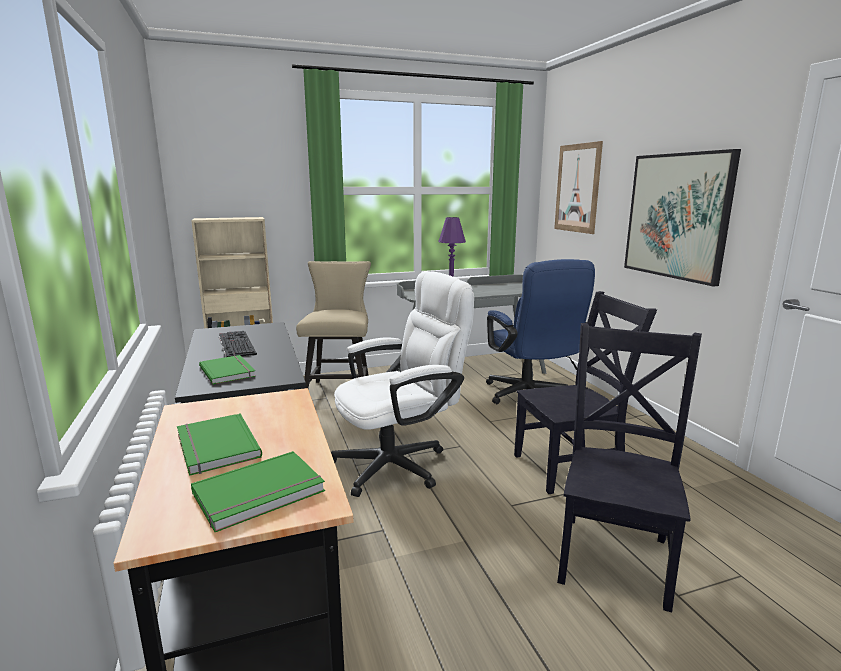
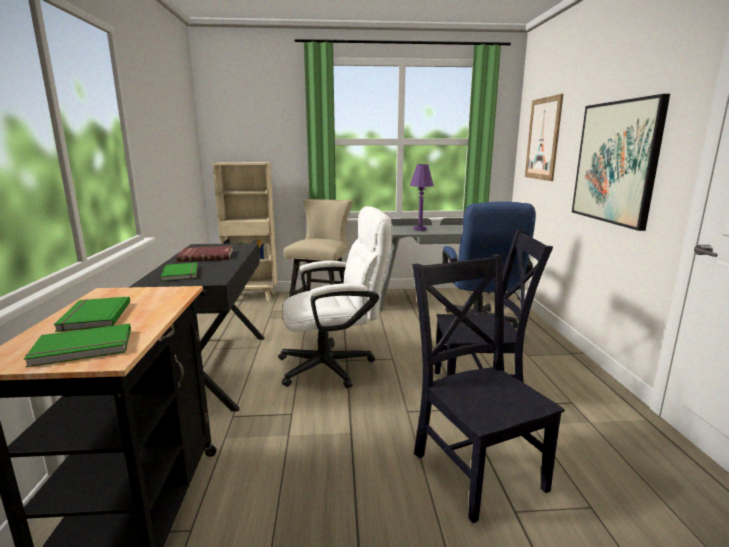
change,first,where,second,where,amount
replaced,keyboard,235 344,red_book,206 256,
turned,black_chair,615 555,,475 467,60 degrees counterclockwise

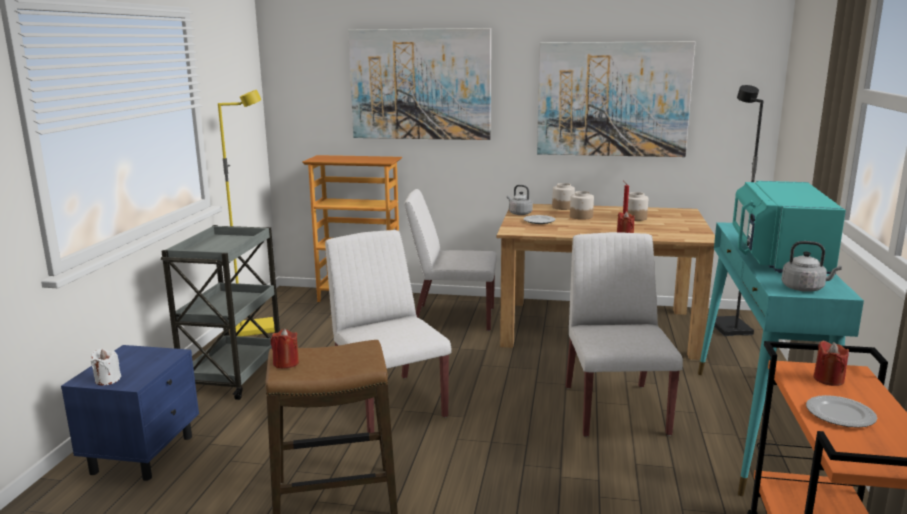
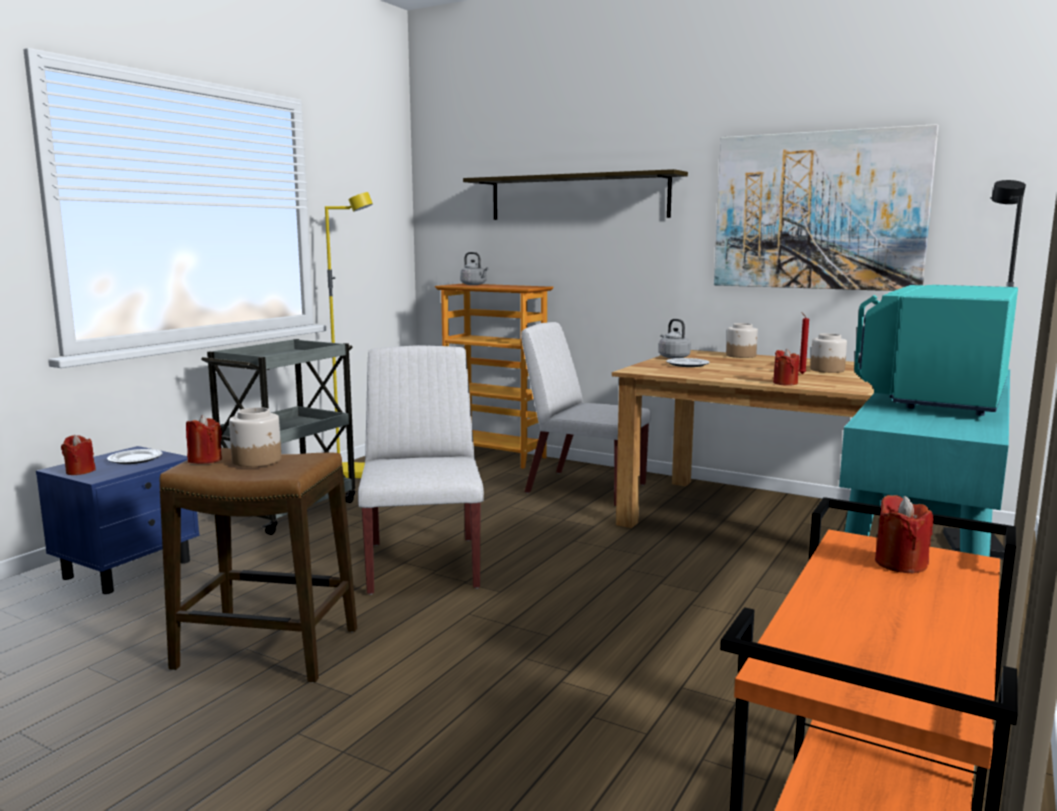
change,first,where,second,where,amount
recoloured,white_candle,107 380,red_candle,80 471,
replaced,picture,420 84,shelf,577 197,
removed,white_chair,614 409,,,
moved,jar,581 216,,257 460,
moved,grey_kettle,805 288,,474 284,
moved,plate,839 415,,134 459,

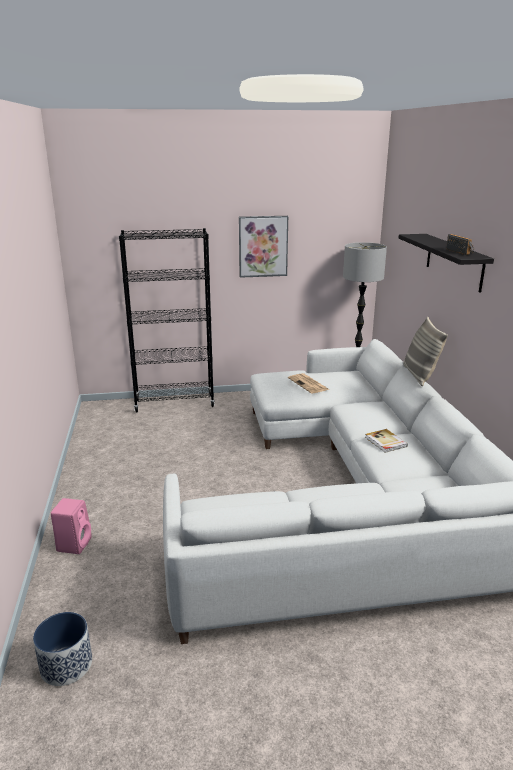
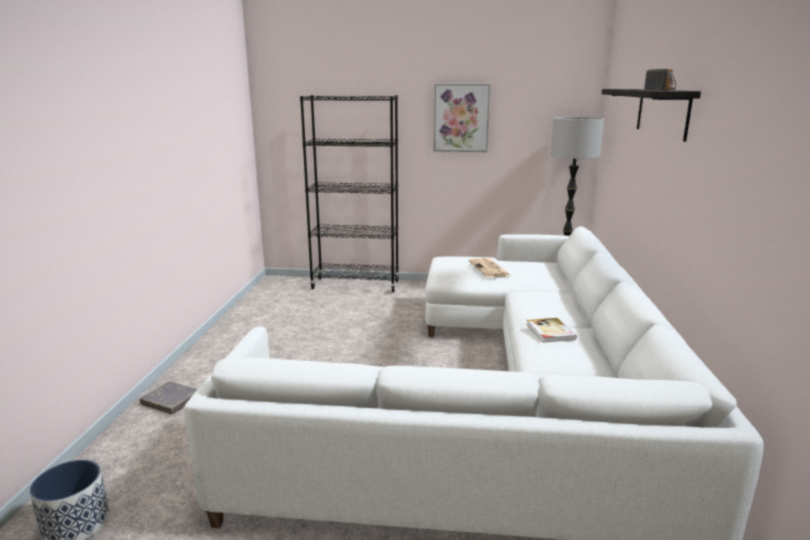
change,first,where,second,where,amount
replaced,pink_speaker,74 543,grey_book,171 400,
removed,pillow,419 376,,,

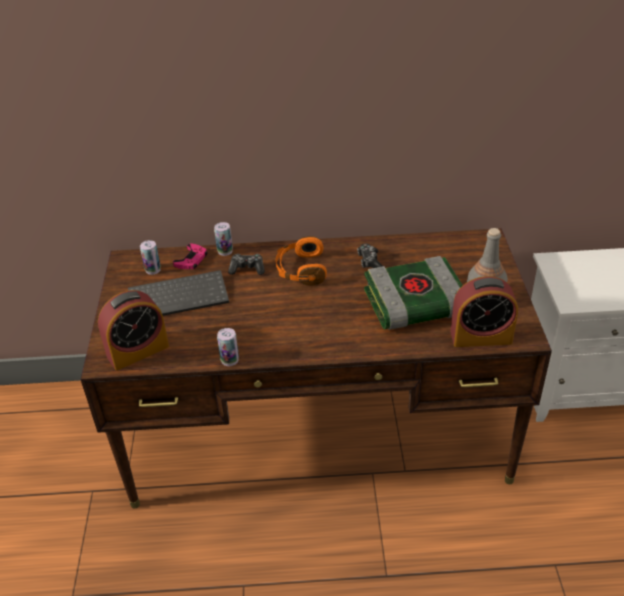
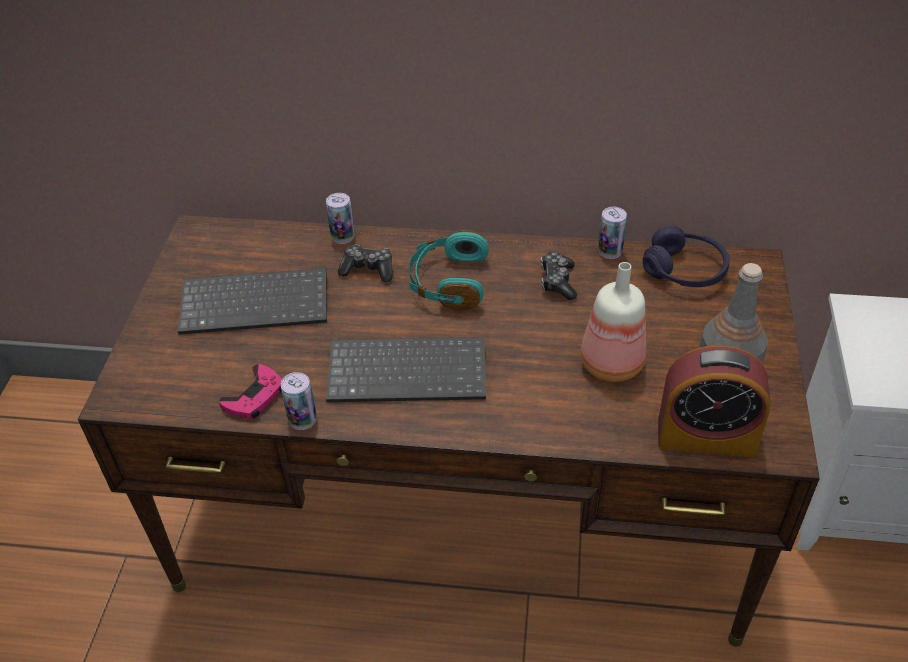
change,first,where,second,where,amount
removed,alarm_clock,138 351,,,
moved,can,153 270,,610 251,
moved,pink_game_controller,191 260,,255 397,
recoloured,orange_headphones,300 270,turquoise_headphones,448 282,
replaced,book,414 305,bottle,610 365,
added,,,keyboard,409 370,
added,,,purple_headphones,684 270,

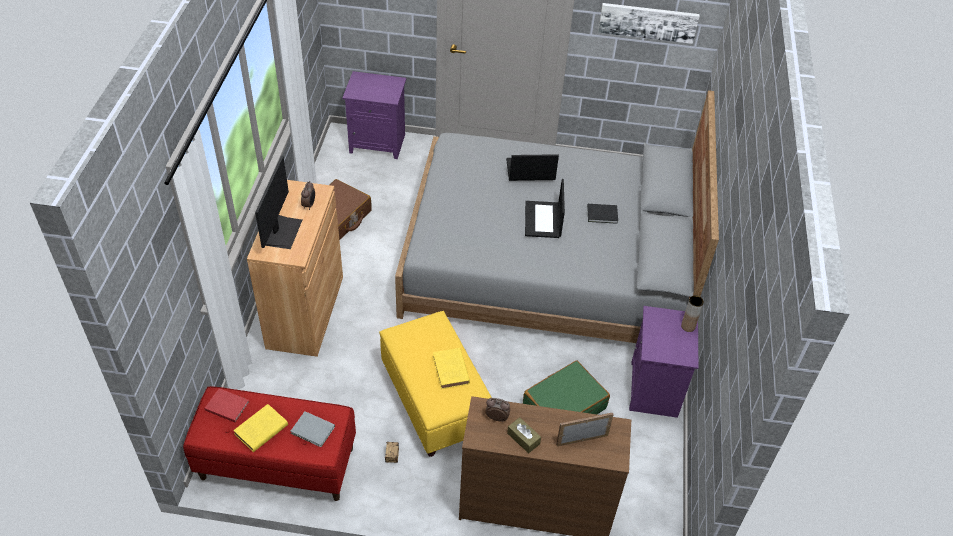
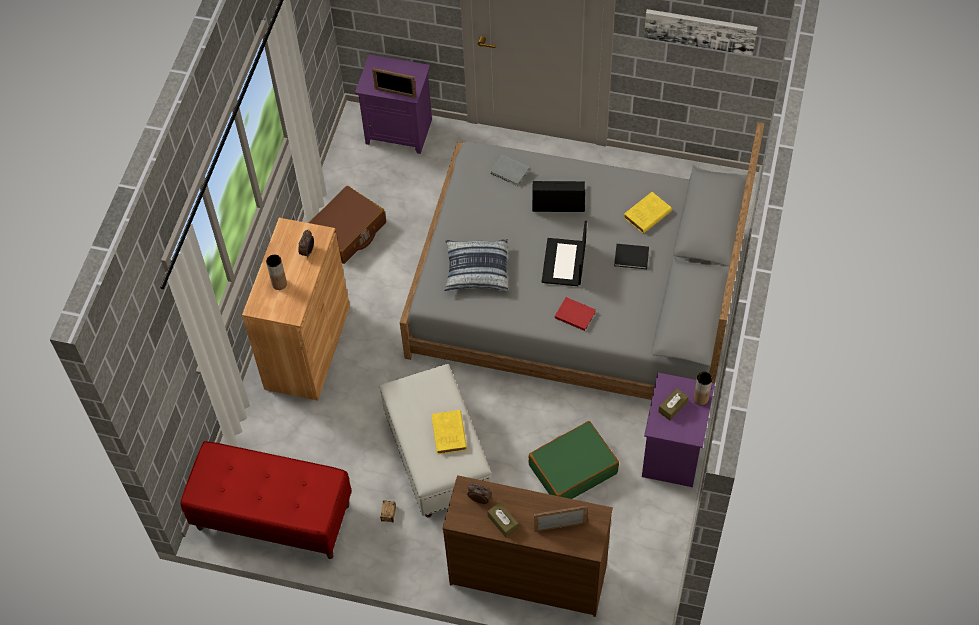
change,first,where,second,where,amount
moved,red_book,226 405,,574 314,
moved,yellow_book,260 430,,646 215,
replaced,monitor,283 232,brown_vase,279 284,
moved,grey_book,313 431,,510 172,
recoloured,yellow_ottoman,434 400,white_ottoman,437 456,
added,,,picture_frame,395 93,
added,,,pillow,476 270,
added,,,brown_tissue_box,672 407,

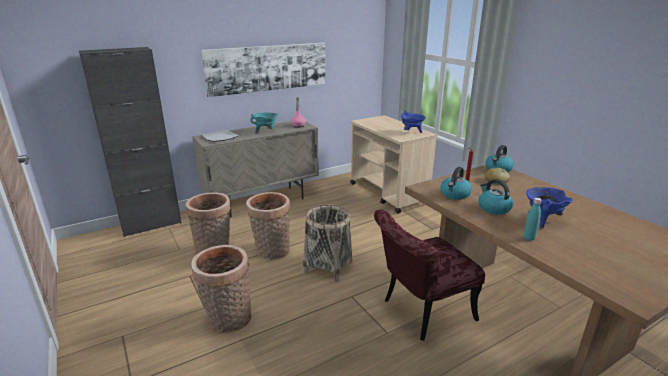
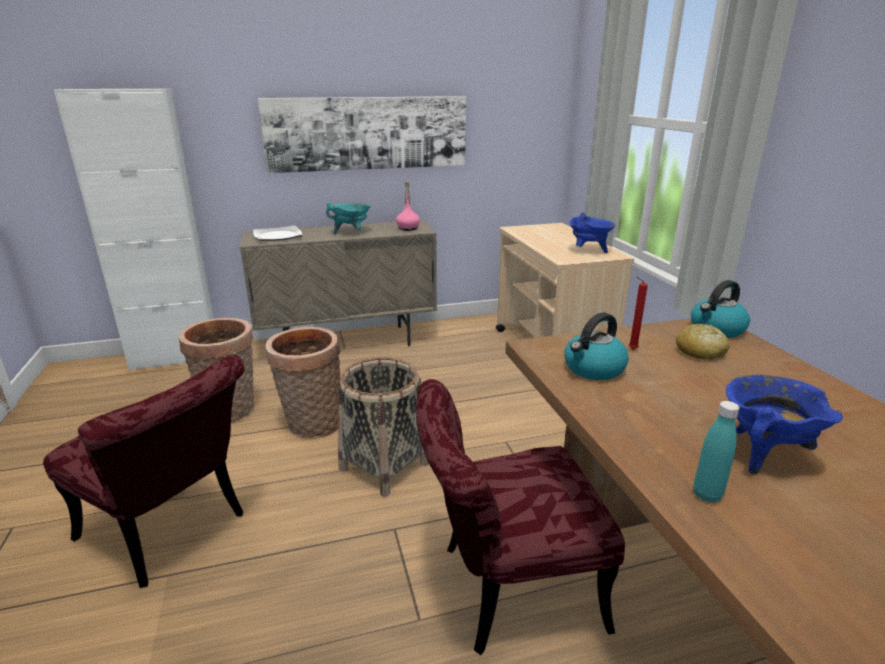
change,first,where,second,where,amount
recoloured,black_cabinet,151 224,white_cabinet,176 357,
replaced,basket,227 320,red_chair,173 532,
removed,kettle,493 208,,,

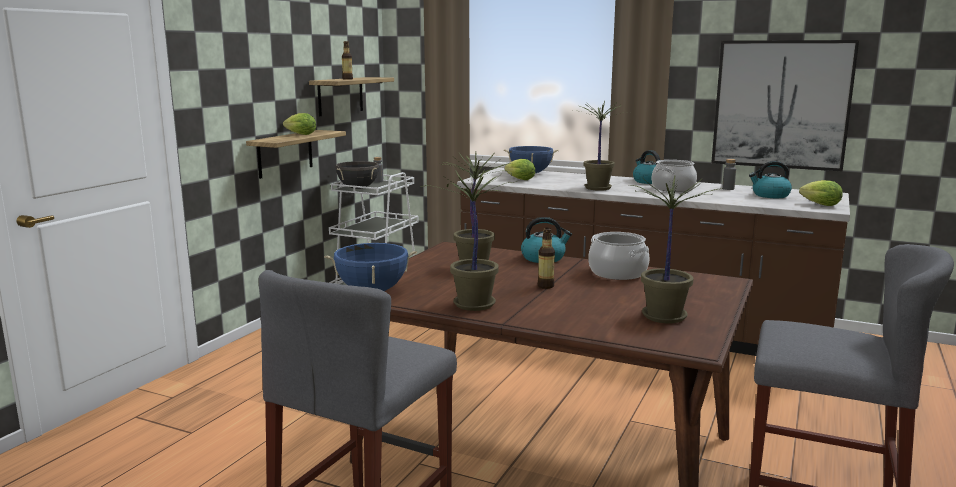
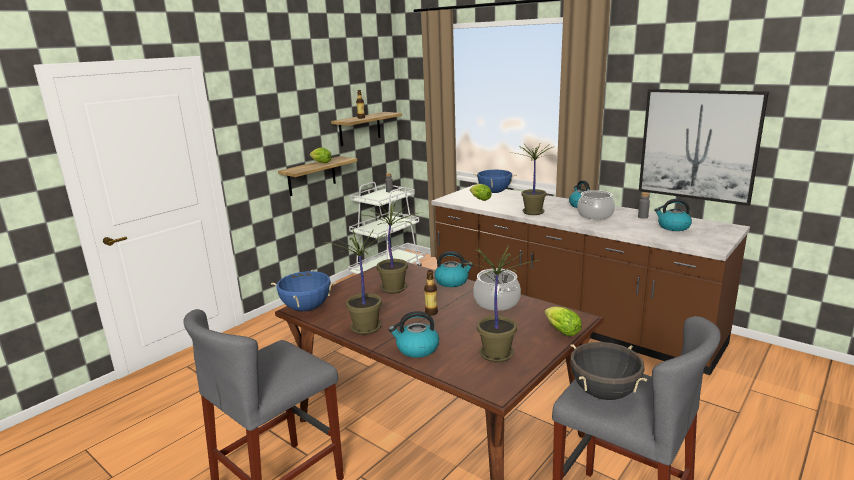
change,first,where,second,where,amount
moved,black_cooking_pot,358 188,,604 393,
moved,lettuce,818 204,,560 331,
added,,,kettle,416 349,

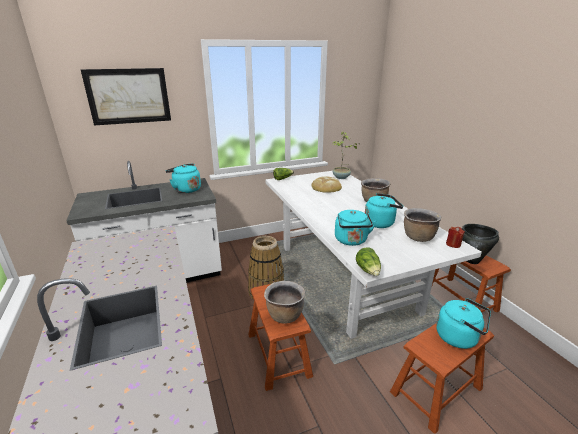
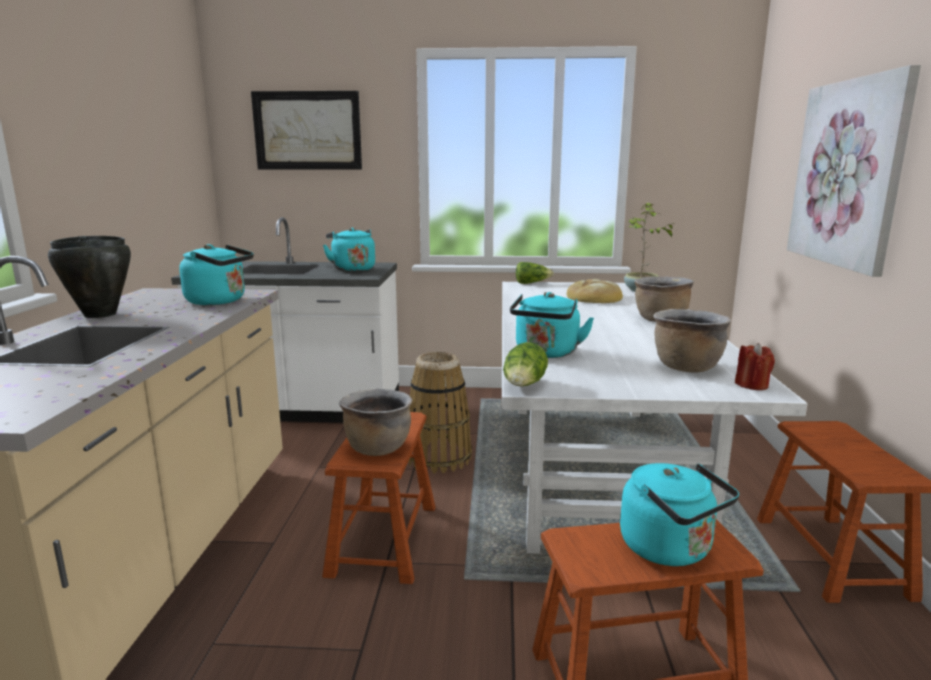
change,first,where,second,where,amount
moved,turquoise_kettle,380 223,,220 301,
moved,black_cooking_pot,472 260,,99 315,
added,,,picture,847 173,

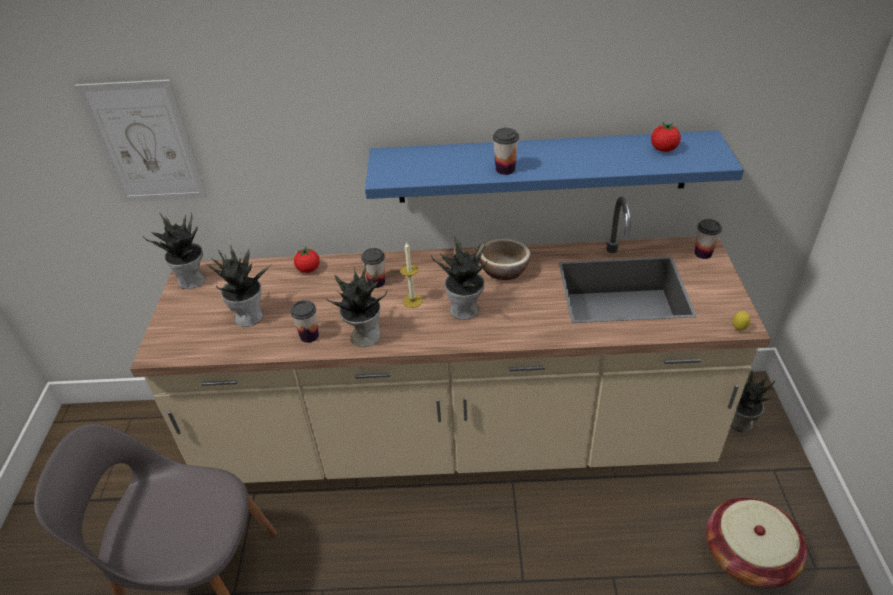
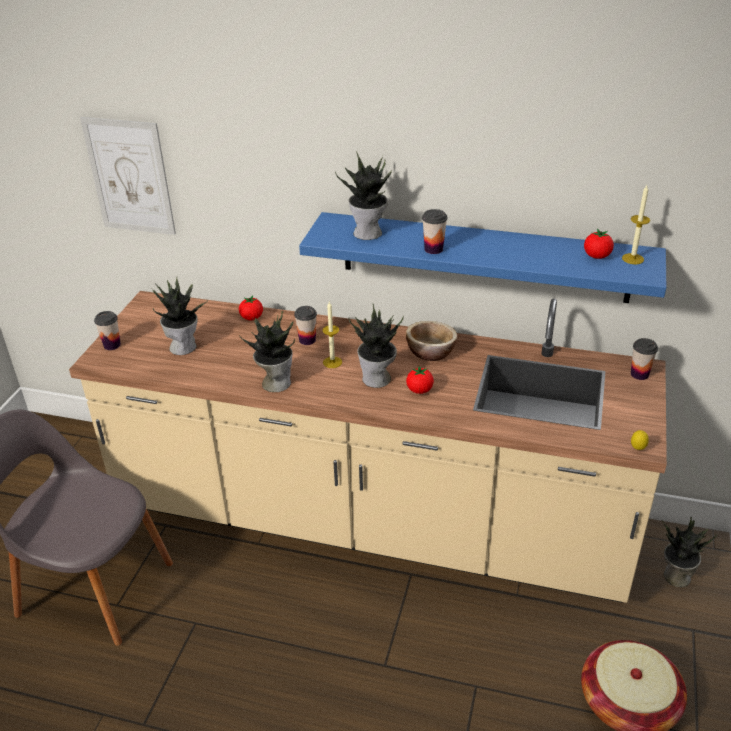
change,first,where,second,where,amount
moved,potted_plant,193 280,,369 233,
moved,cup,309 336,,112 345,
added,,,tomato,419 390,
added,,,candle,632 259,

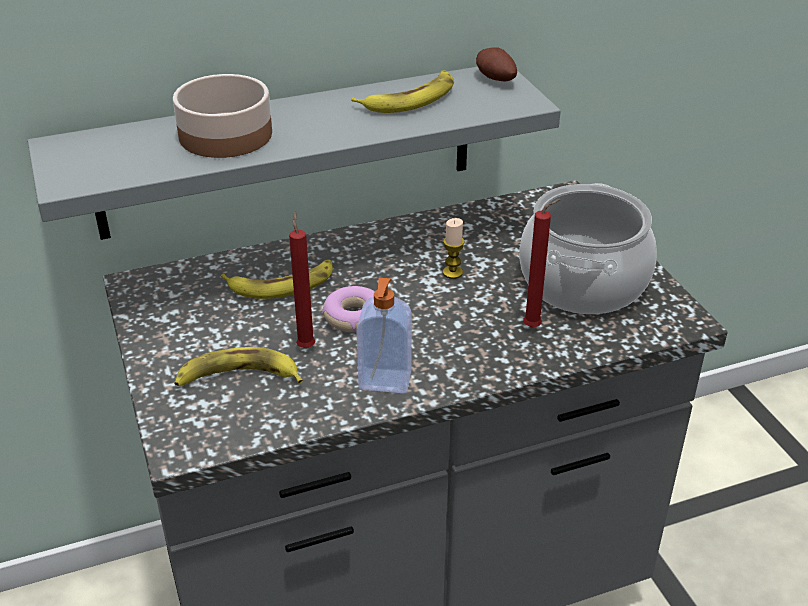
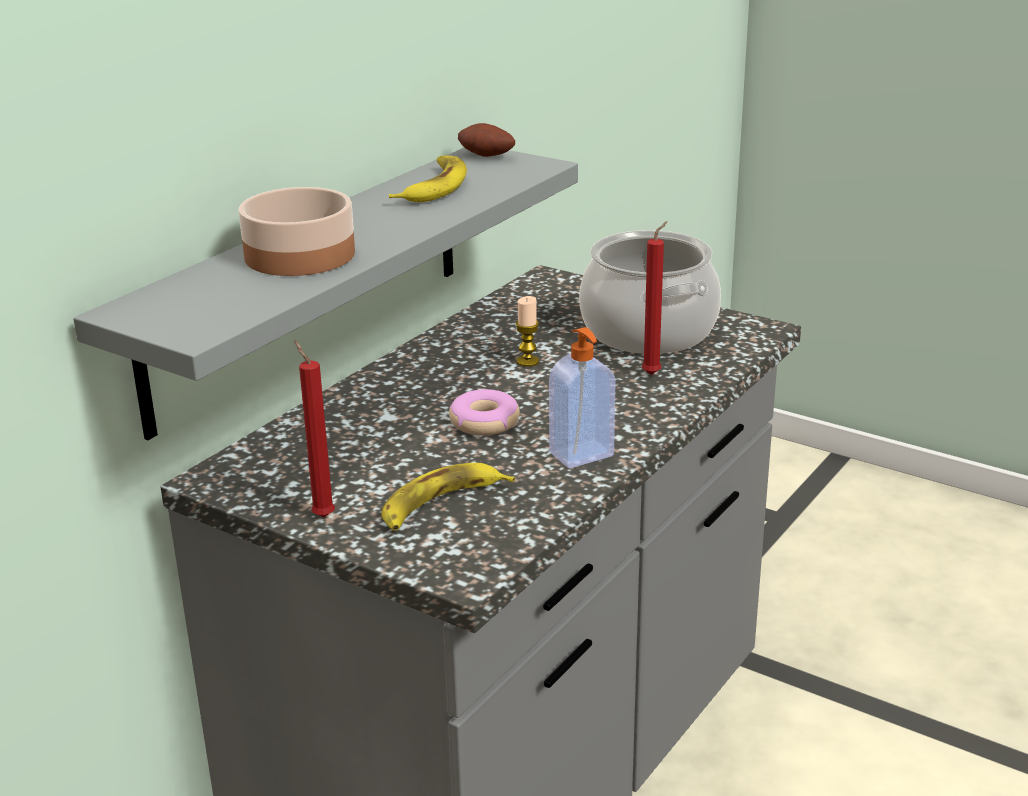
change,first,where,second,where,amount
removed,banana,282 284,,,
moved,red_candle,306 346,,321 515,

